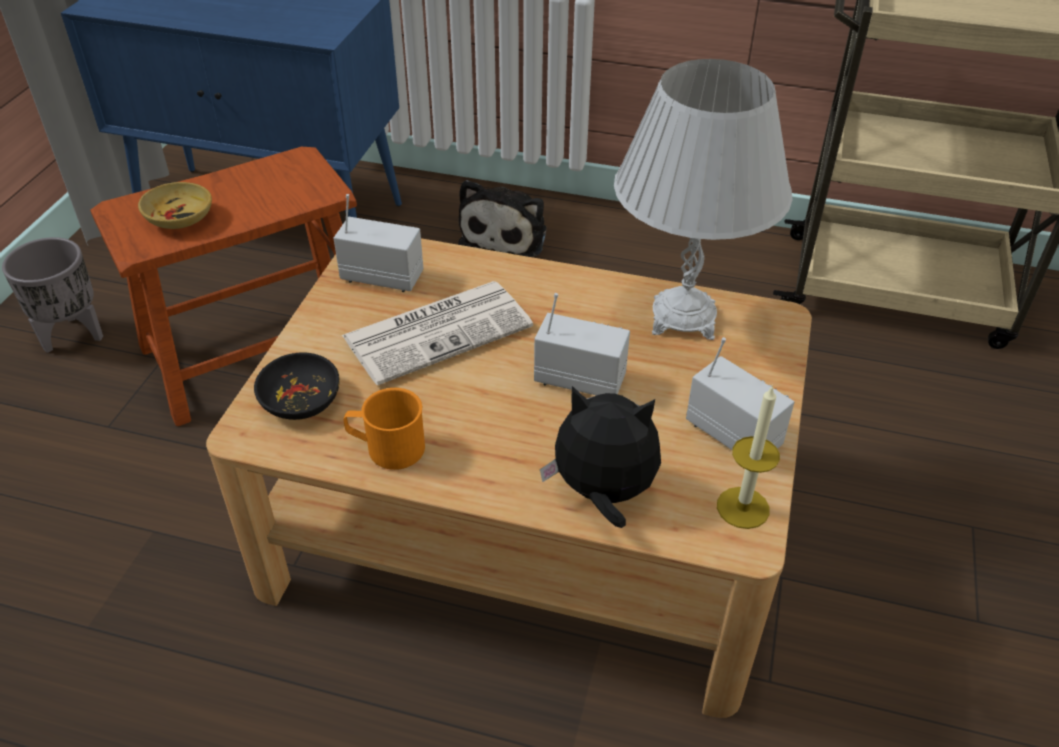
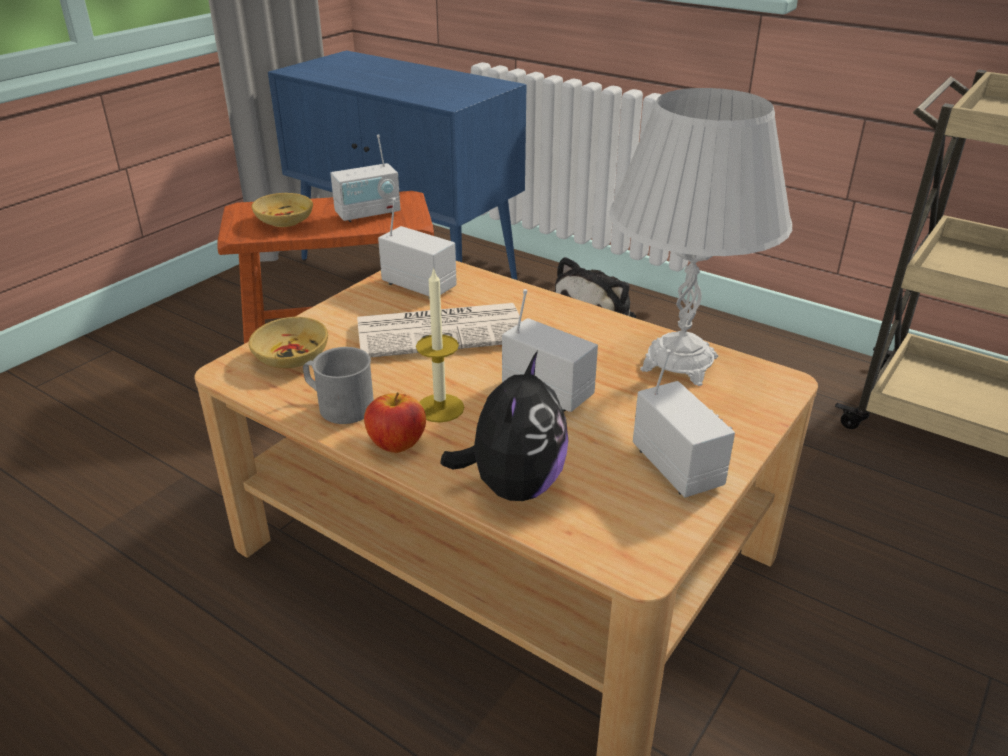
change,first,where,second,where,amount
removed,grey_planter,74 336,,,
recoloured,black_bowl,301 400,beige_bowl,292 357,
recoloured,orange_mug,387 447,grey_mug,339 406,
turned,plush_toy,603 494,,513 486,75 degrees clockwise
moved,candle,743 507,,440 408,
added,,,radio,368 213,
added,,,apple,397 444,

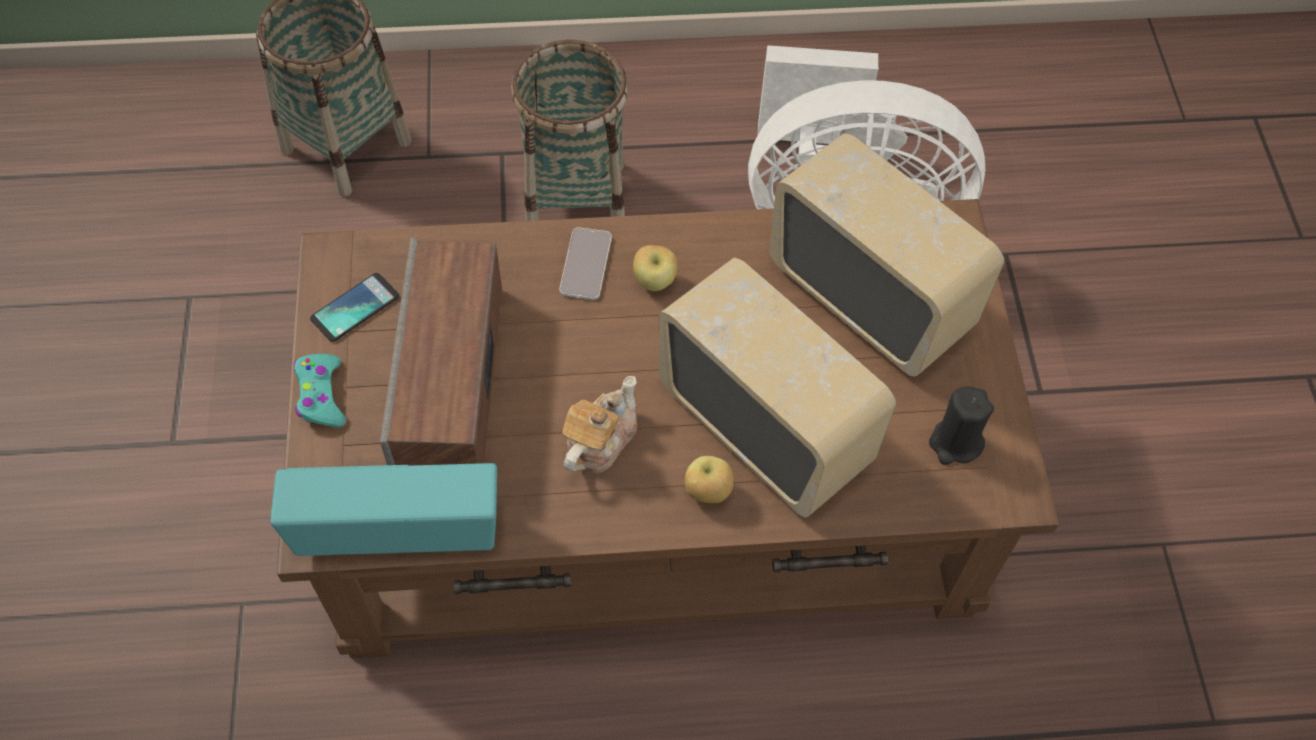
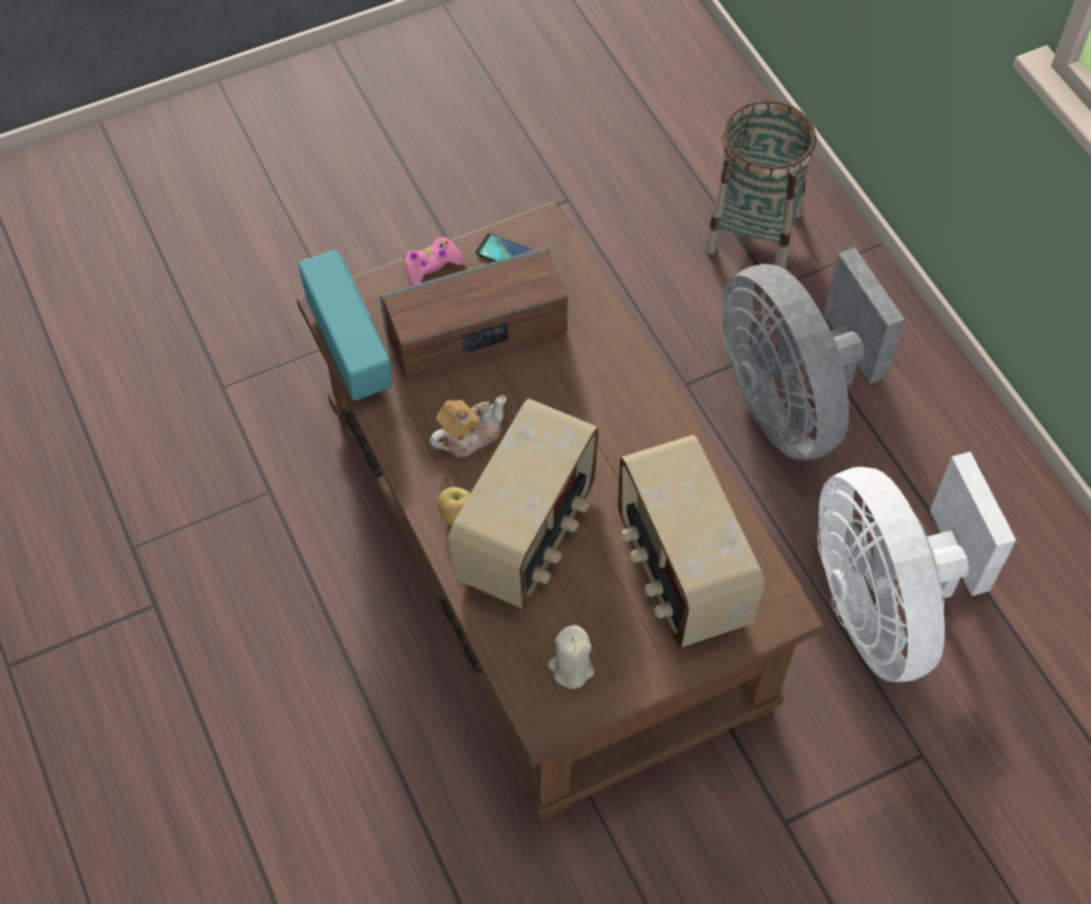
change,first,where,second,where,amount
recoloured,turquoise_game_controller,321 396,pink_game_controller,431 265,
replaced,basket,576 199,grey_fan,790 402,
removed,phone,585 264,,,
turned,teapot,599 441,,468 436,45 degrees counterclockwise
removed,apple,655 281,,,
turned,radio,871 297,,680 572,135 degrees clockwise
recoloured,black_candle,955 443,beige_candle,571 668,

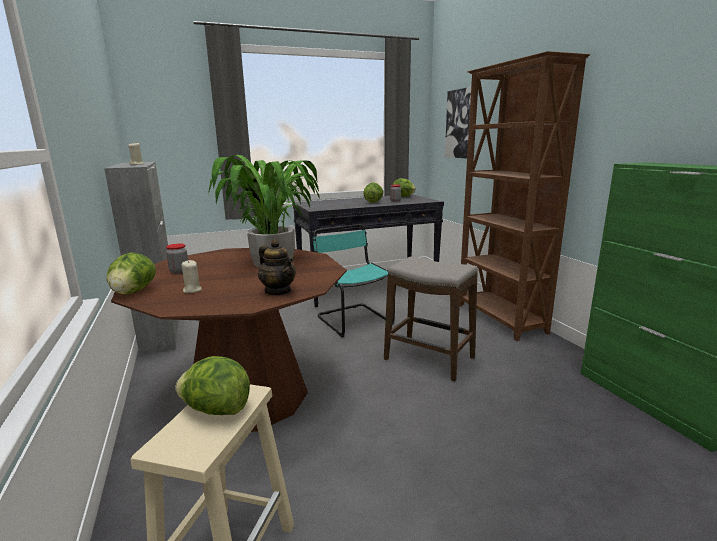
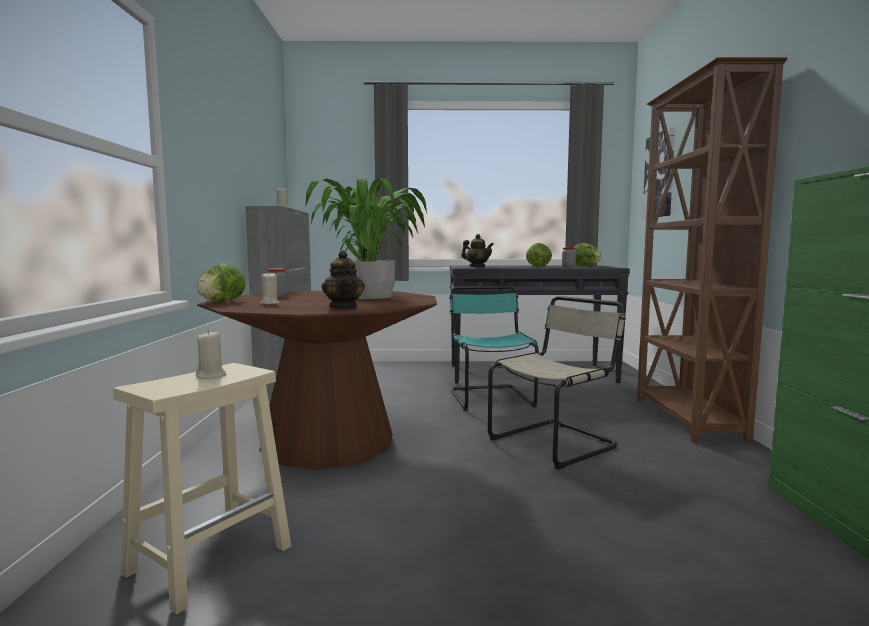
change,first,where,second,where,amount
replaced,lettuce,216 410,beige_candle,211 376,
replaced,stool,429 358,beige_chair,556 442,
added,,,teapot,477 267,

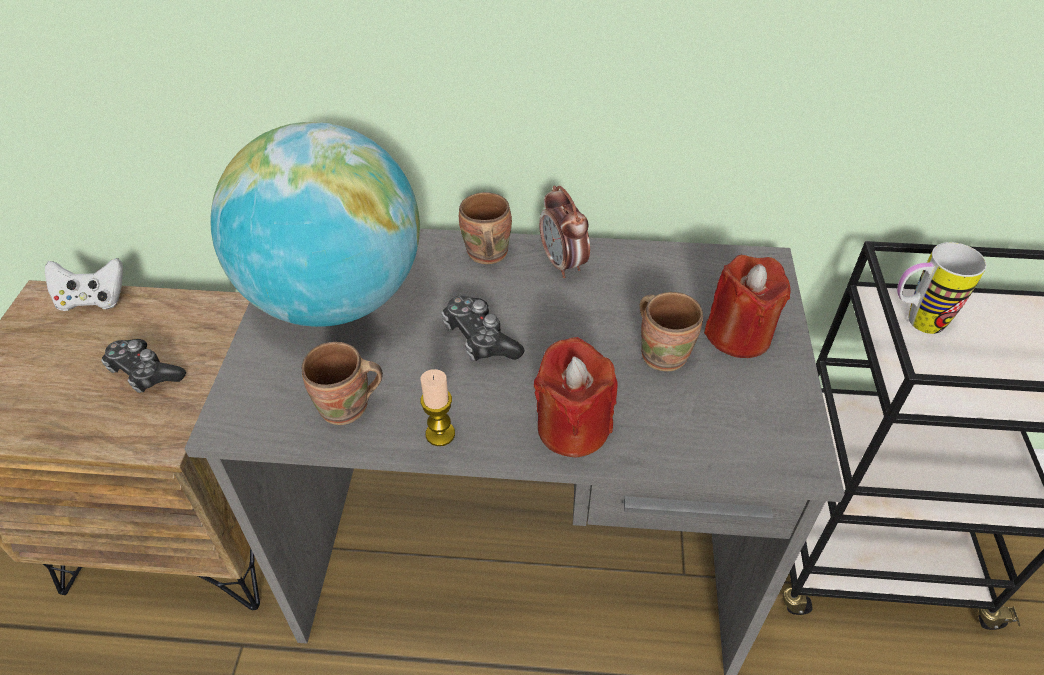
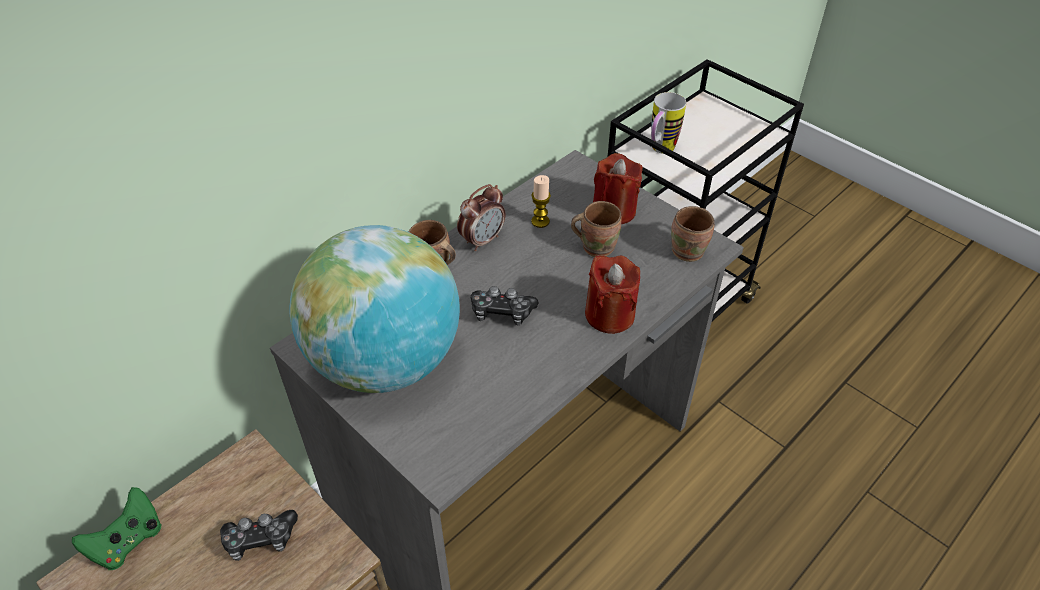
change,first,where,second,where,amount
recoloured,white_game_controller,93 300,green_game_controller,128 541,
moved,brown_mug,347 409,,690 251,
moved,candle,440 434,,540 221,
turned,alarm_clock,563 264,,482 240,60 degrees counterclockwise

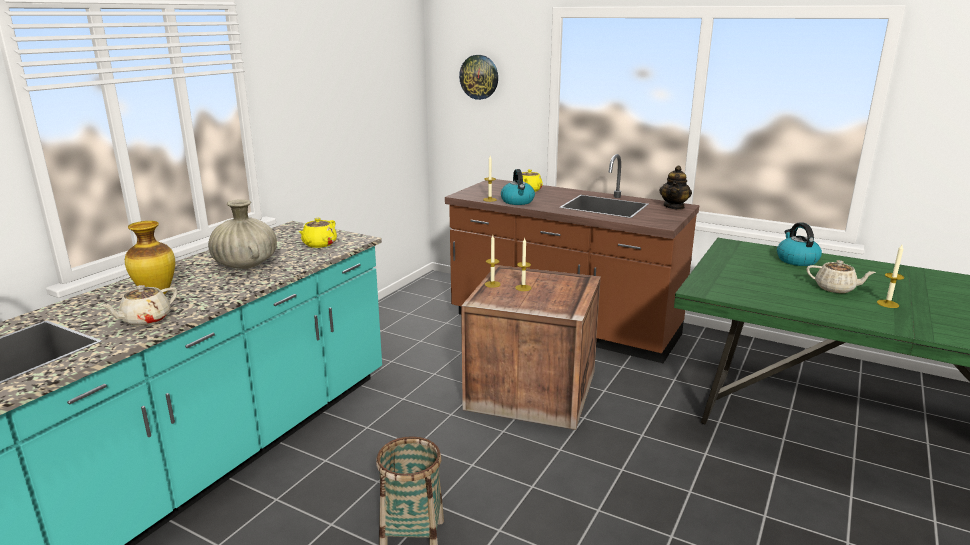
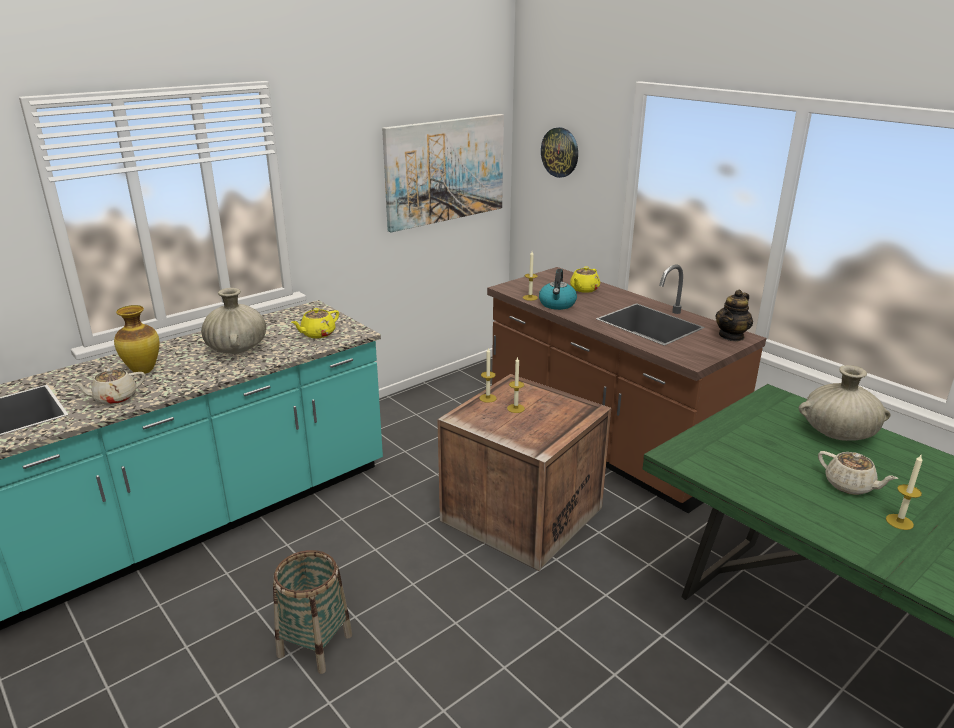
change,first,where,second,where,amount
replaced,kettle,796 260,beige_vase,838 434,
added,,,picture,445 170,

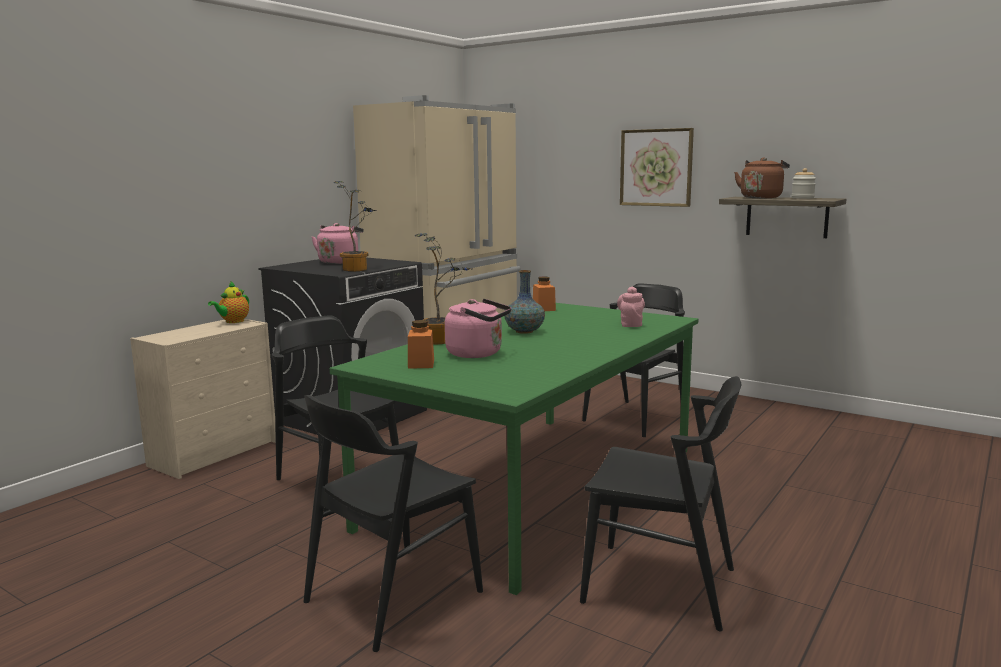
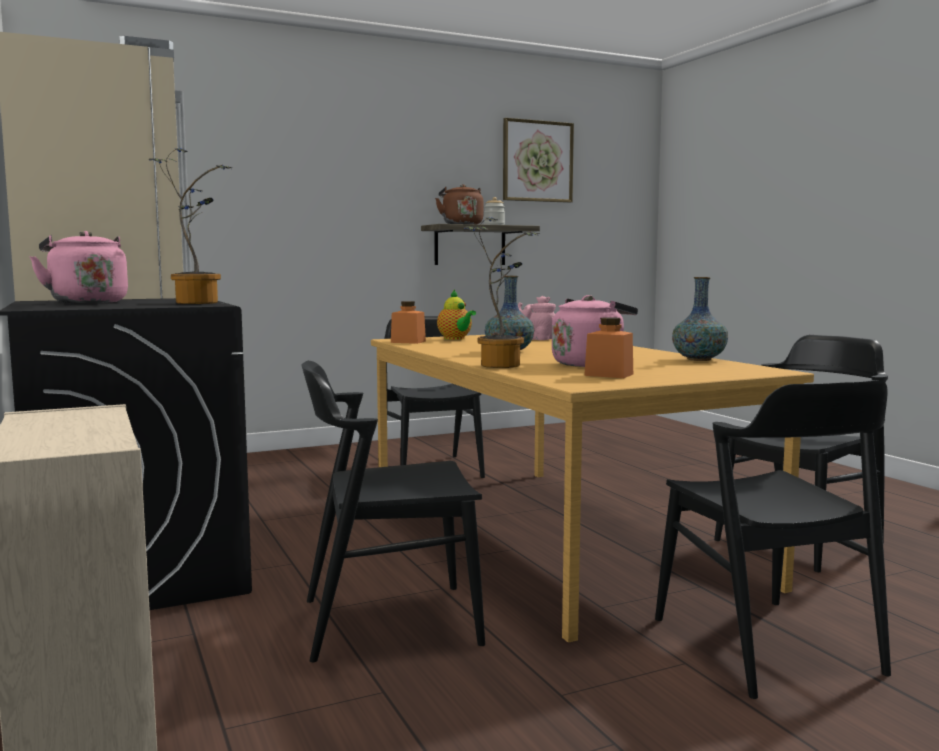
change,first,where,second,where,amount
moved,teapot,233 321,,455 339,
recoloured,green_dining_table,537 488,orange_dining_table,552 535,
moved,picture,656 167,,537 161,
added,,,vase,699 359,

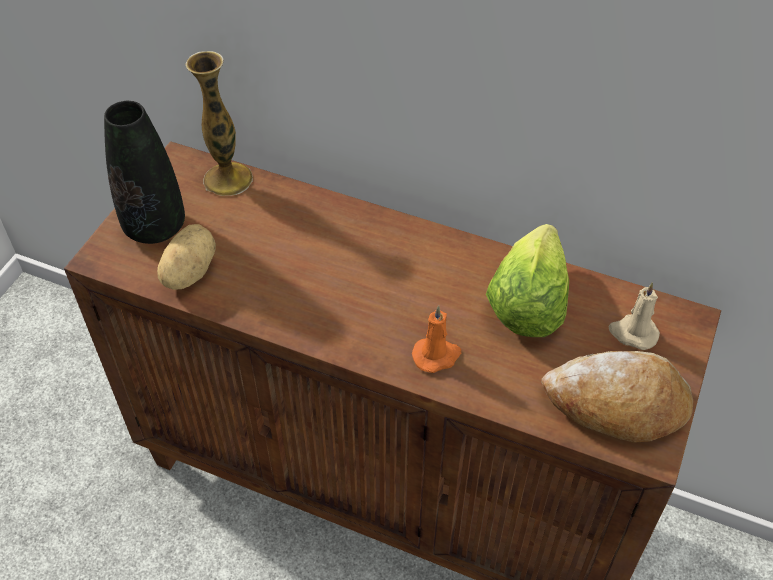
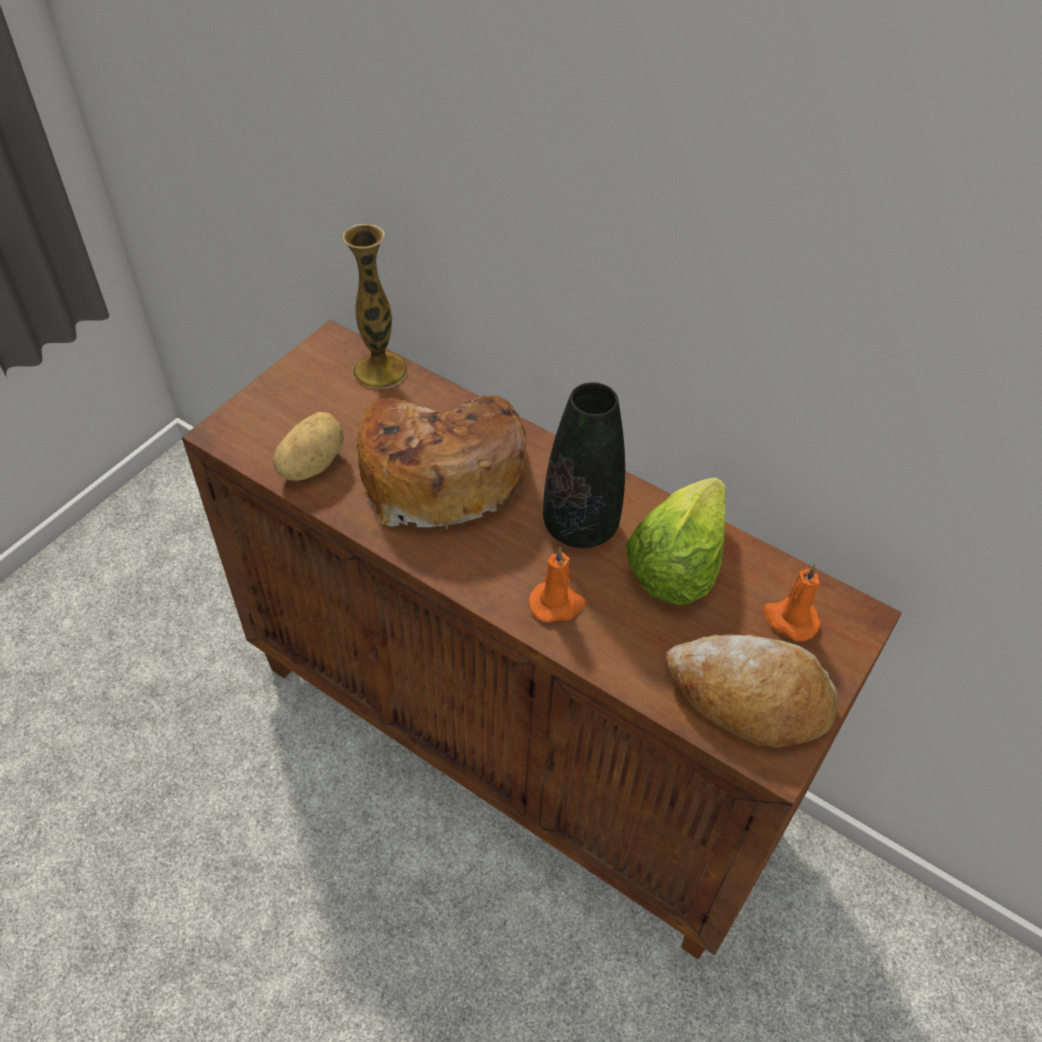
change,first,where,second,where,amount
moved,black_vase,155 227,,580 526,
recoloured,beige_candle,633 333,orange_candle,789 620,
added,,,bread,439 470,

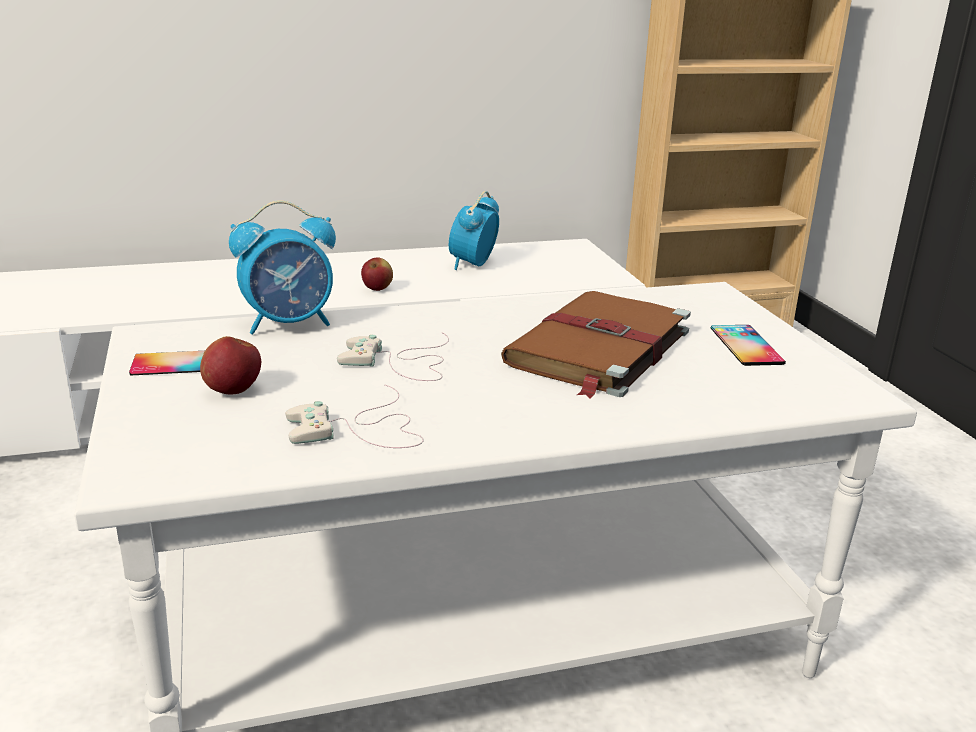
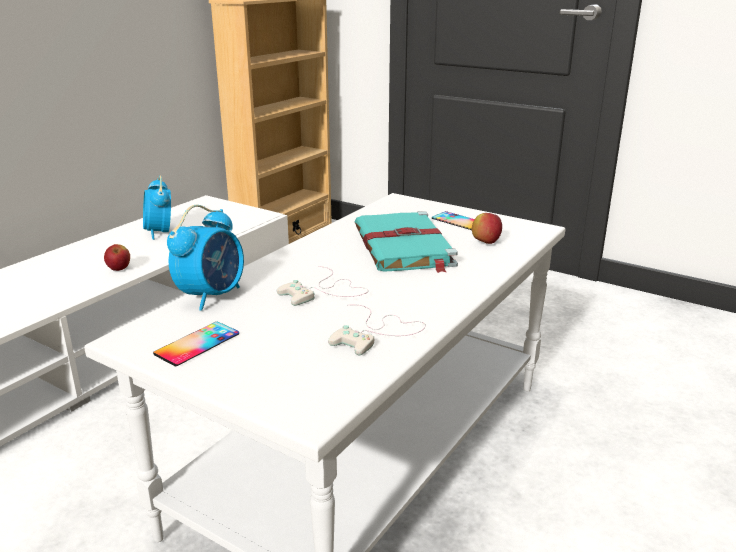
change,first,where,second,where,amount
moved,apple,233 391,,485 242,
recoloured,brown_book,598 349,turquoise_book,403 247,

